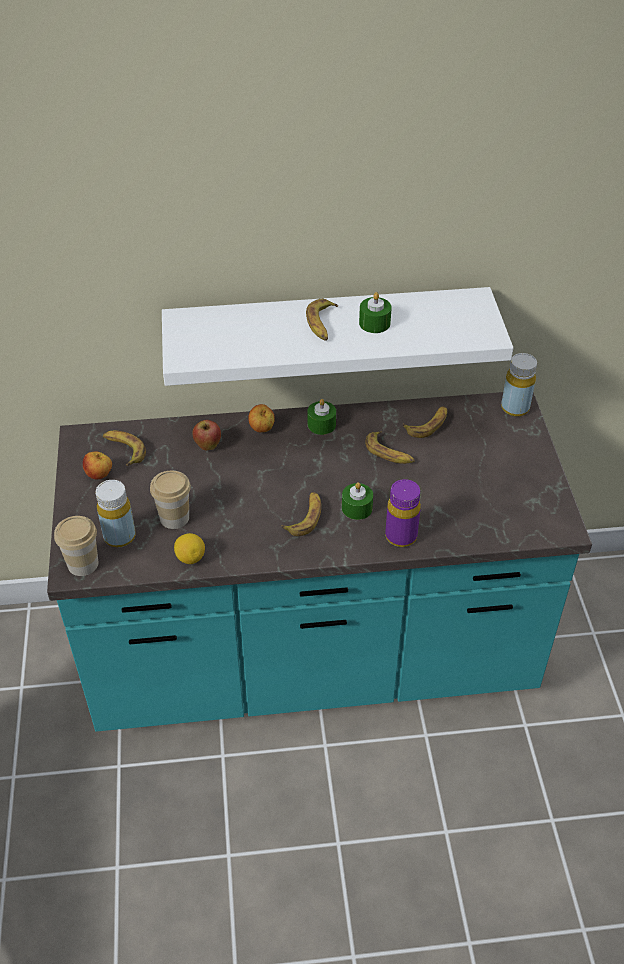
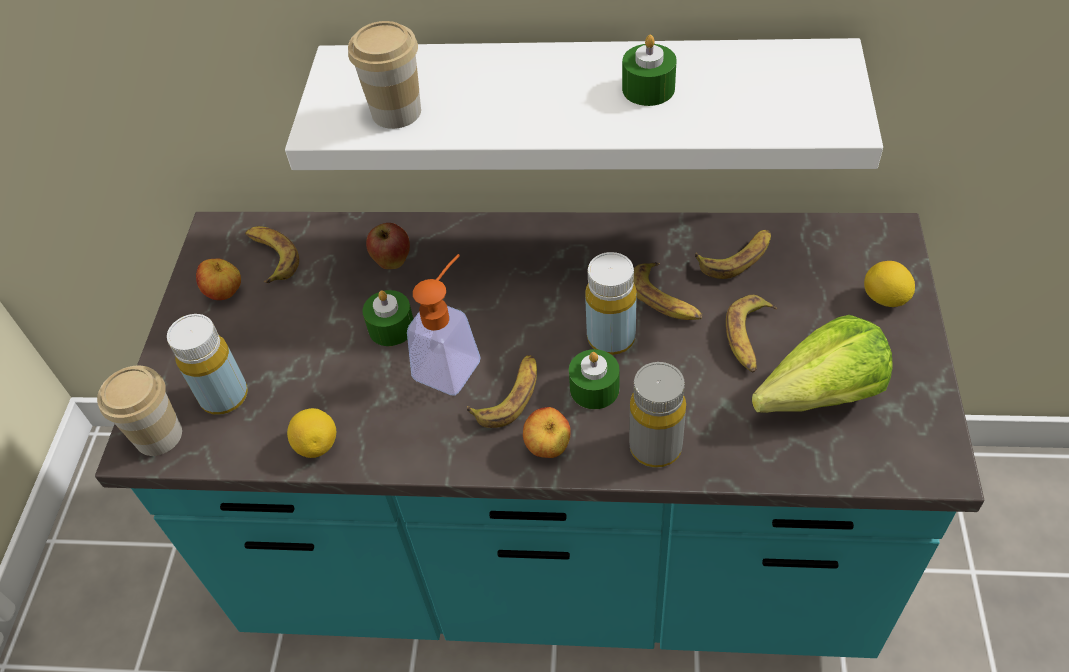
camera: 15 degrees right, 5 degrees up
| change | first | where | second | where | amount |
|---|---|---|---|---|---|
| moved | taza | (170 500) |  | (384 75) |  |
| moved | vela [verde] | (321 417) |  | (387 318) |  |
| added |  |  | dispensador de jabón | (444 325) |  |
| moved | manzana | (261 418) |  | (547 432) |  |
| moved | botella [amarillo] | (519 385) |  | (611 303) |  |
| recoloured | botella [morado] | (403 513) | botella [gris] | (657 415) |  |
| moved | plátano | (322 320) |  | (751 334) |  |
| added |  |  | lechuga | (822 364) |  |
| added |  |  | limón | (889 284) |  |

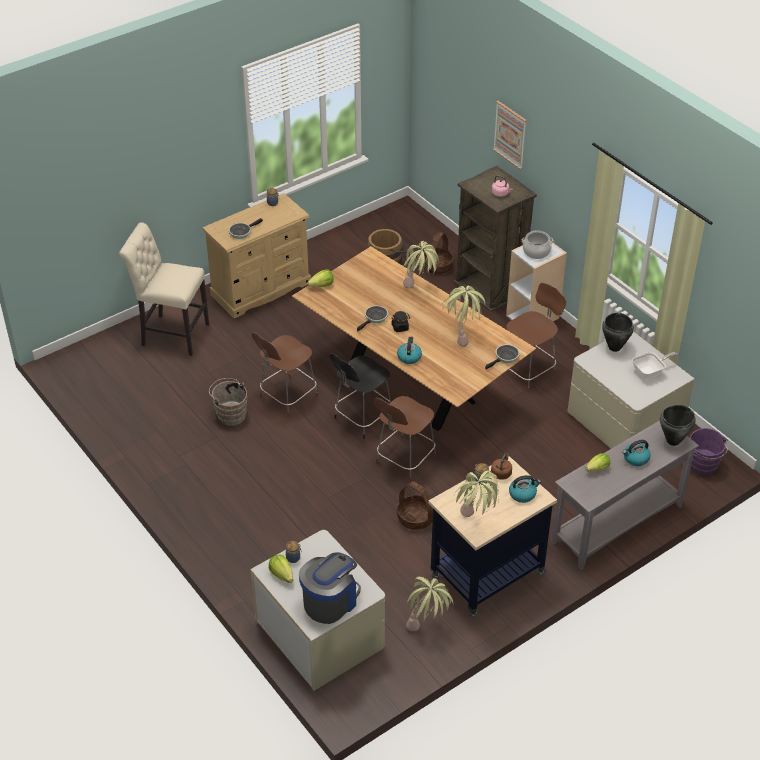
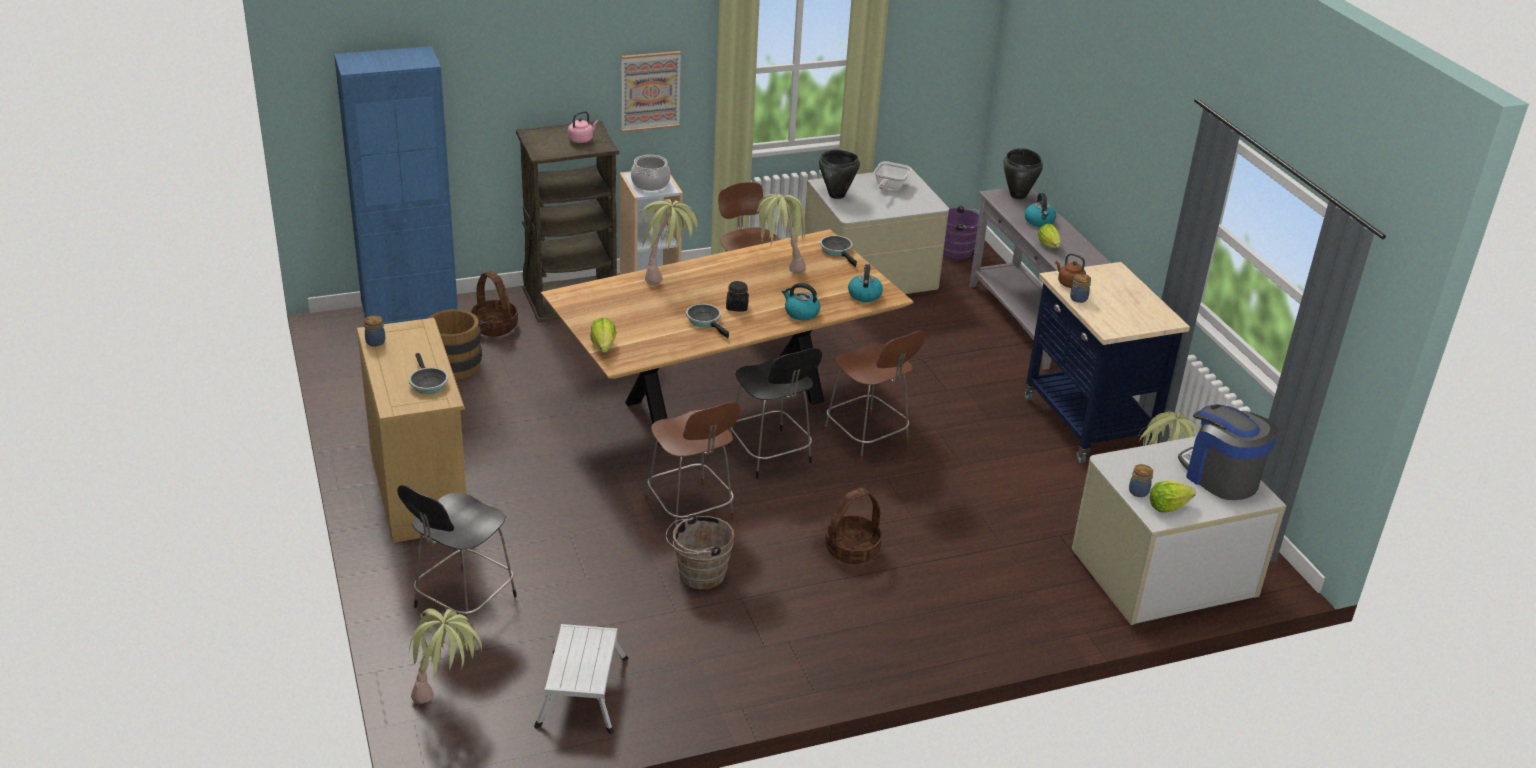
camera: 75 degrees left, 10 degrees down
| change | first | where | second | where | amount |
|---|---|---|---|---|---|
| added |  |  | armario [azul] | (396 185) |  |
| replaced | taburete [beis] | (164 289) | silla [negro] | (457 553) |  |
| moved | planta en maceta | (476 494) |  | (445 656) |  |
| added |  |  | escalera de tijera [blanco] | (581 679) |  |
| moved | cuadro | (510 135) |  | (651 91) |  |
| moved | cesta | (415 505) |  | (853 526) |  |
| moved | hervidor | (525 489) |  | (865 283) |  |
| turned | sartén | (654 365) |  | (893 175) | 150 degrees counterclockwise |

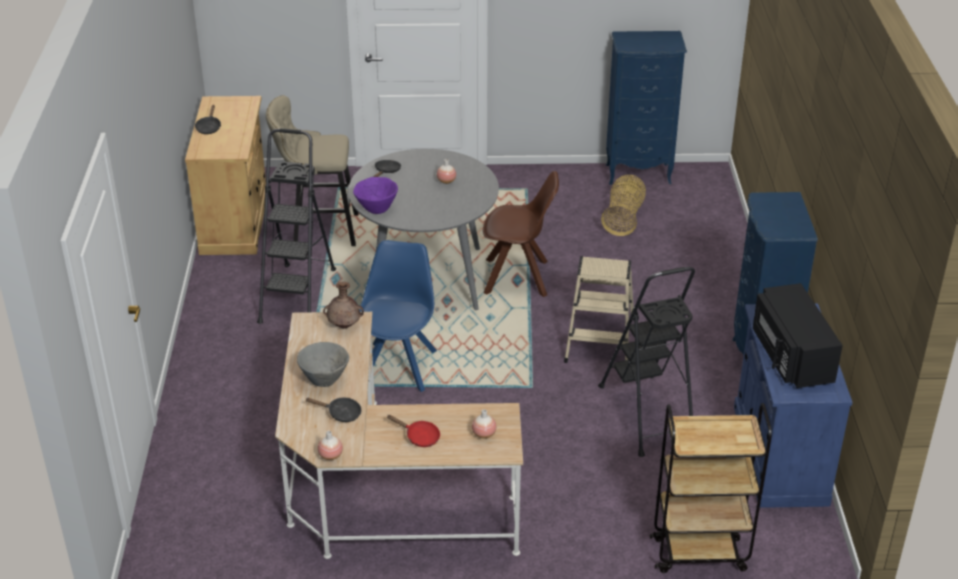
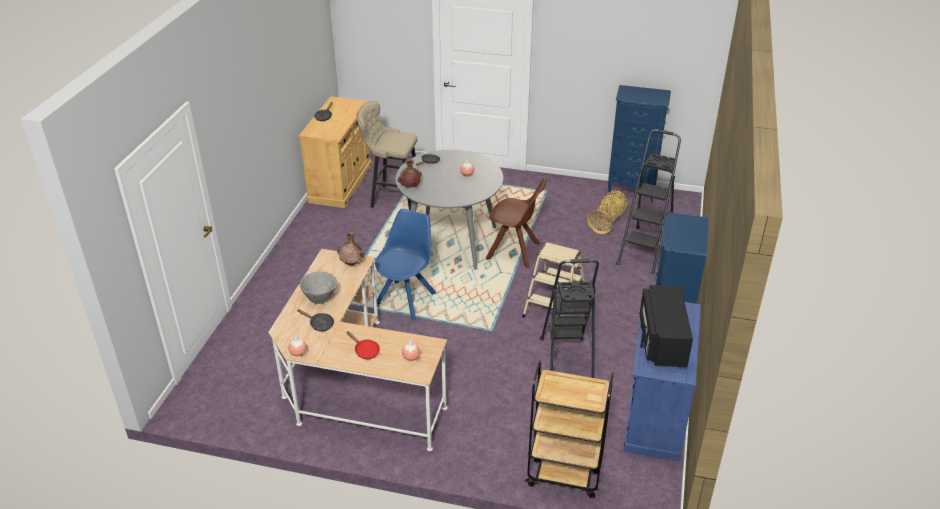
camera: 15 degrees right, 0 degrees up
| change | first | where | second | where | amount |
|---|---|---|---|---|---|
| replaced | cuenco [morado] | (375 195) | florero [marrón] | (410 173) |  |
| moved | escalera de tijera | (296 226) |  | (648 201) |  |

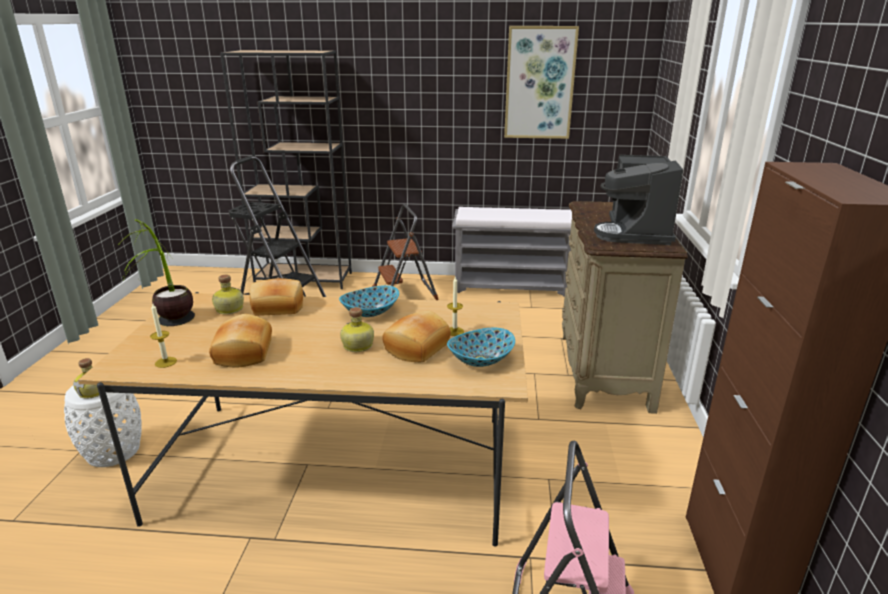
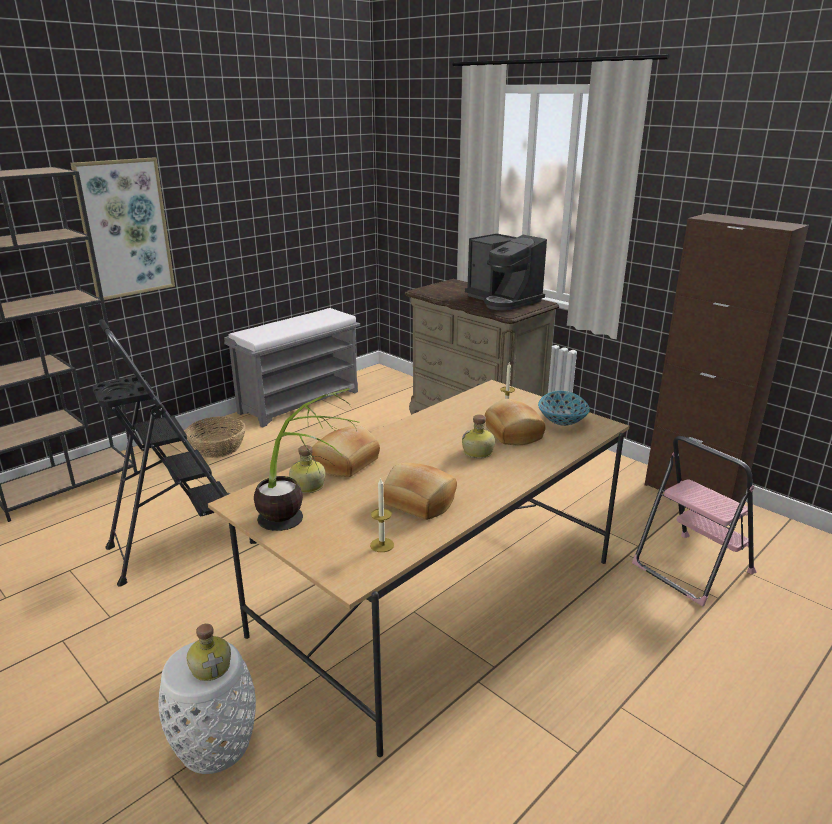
camera: 50 degrees left, 0 degrees up
| change | first | where | second | where | amount |
|---|---|---|---|---|---|
| moved | cuadro | (541 82) |  | (122 228) |  |
| replaced | escalera de tijera [marrón] | (405 252) | cesta | (215 437) |  |
| removed | cuenco | (369 301) |  |  |  |

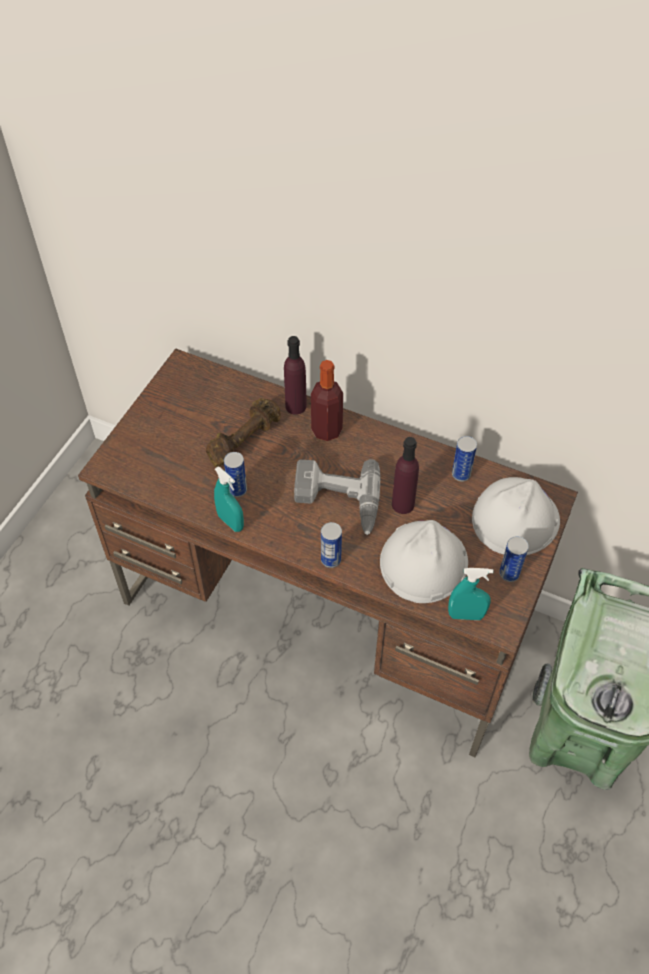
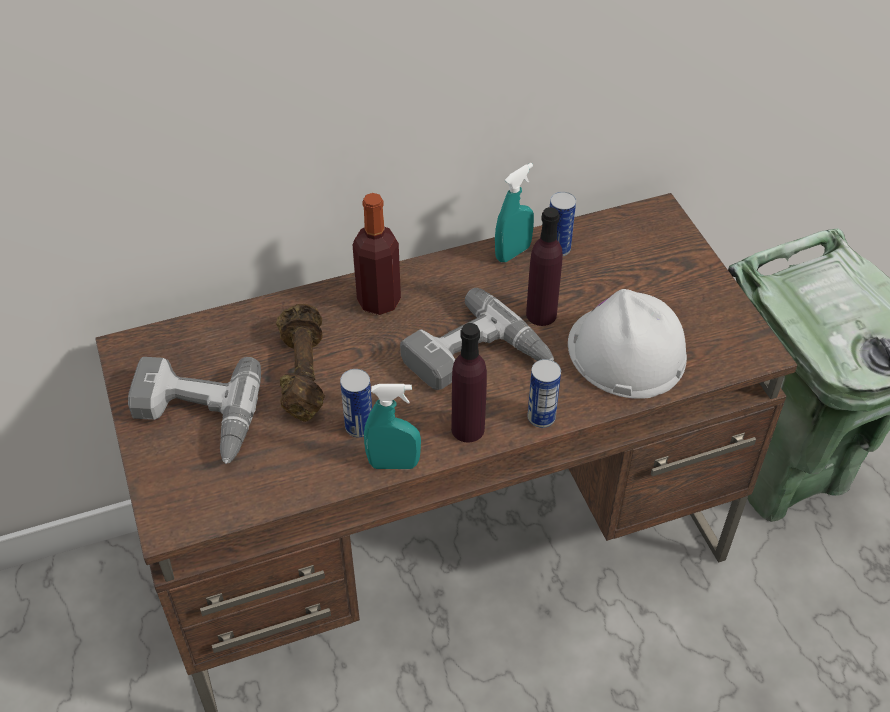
camera: 45 degrees left, 5 degrees down
| change | first | where | second | where | amount |
|---|---|---|---|---|---|
| added |  |  | taladro | (194 410) |  |
| moved | botella [morado] | (295 375) |  | (469 383) |  |
| moved | pulverizador [turquesa] | (471 594) |  | (514 212) |  |
| removed | casco [blanco] | (516 516) |  |  |  |
| removed | lata | (514 559) |  |  |  |

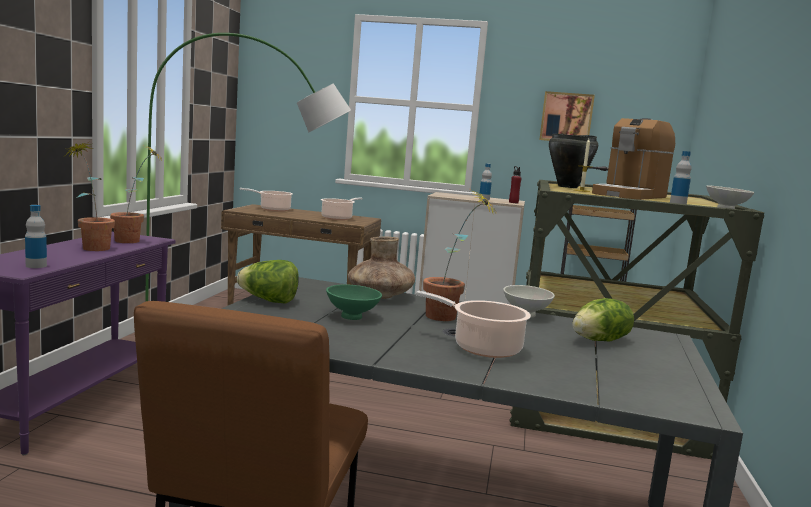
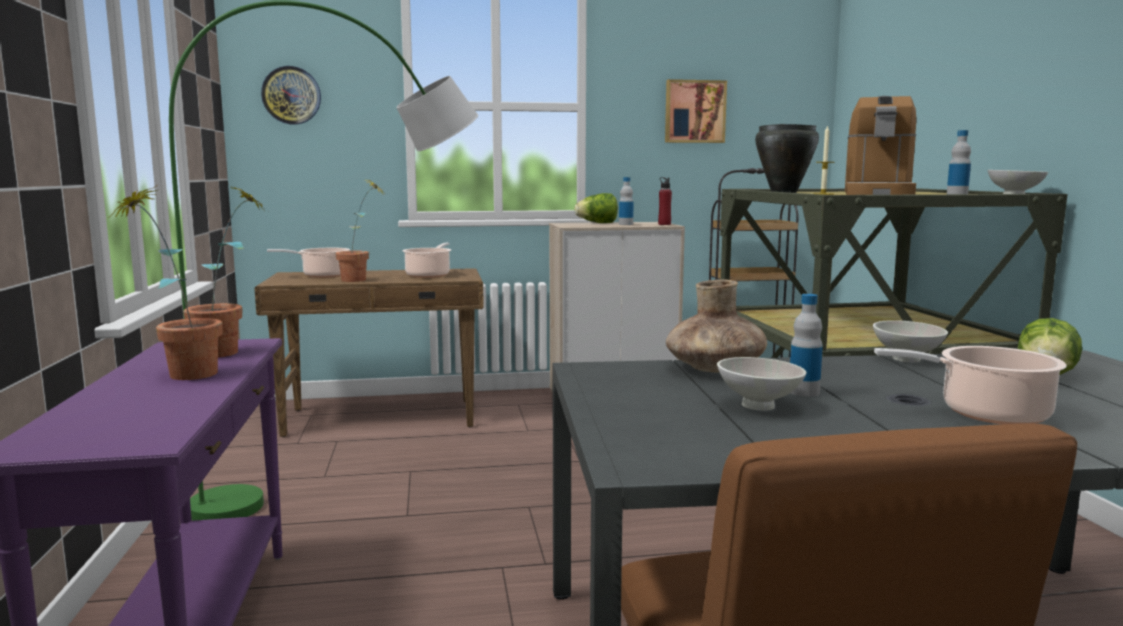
camera: 20 degrees left, 0 degrees up
| change | first | where | second | where | amount |
|---|---|---|---|---|---|
| added |  |  | reloj de pared | (291 95) |  |
| moved | planta en maceta | (459 256) |  | (359 231) |  |
| moved | lechuga | (268 282) |  | (596 208) |  |
| recoloured | cuenco [verde] | (354 302) | cuenco [blanco] | (761 384) |  |
| moved | botella | (36 236) |  | (806 345) |  |

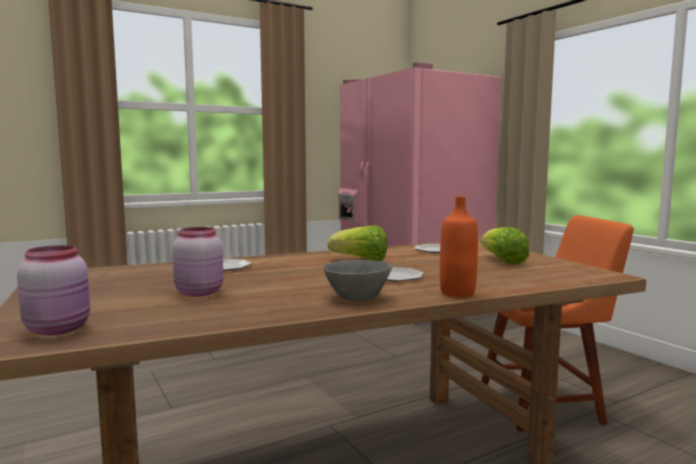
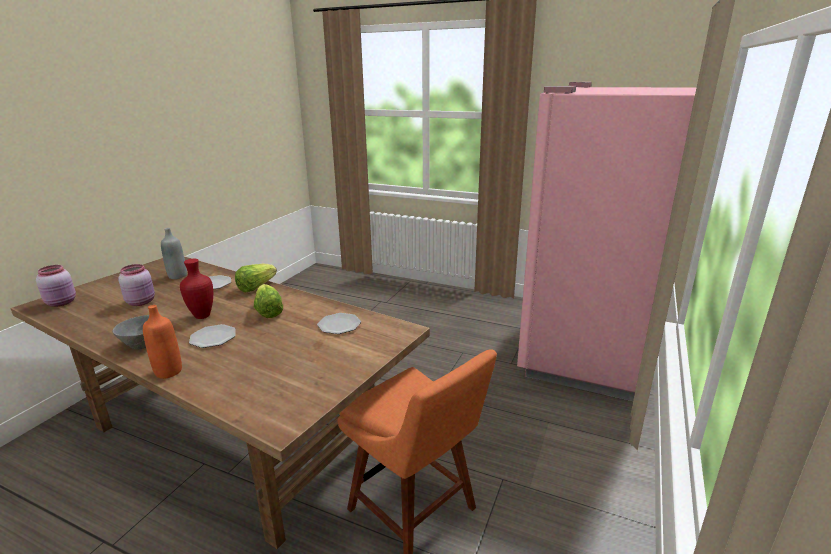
camera: 55 degrees right, 15 degrees up
| change | first | where | second | where | amount |
|---|---|---|---|---|---|
| added |  |  | botella [gris] | (174 253) |  |
| added |  |  | florero [rojo] | (196 289) |  |
| moved | lechuga | (504 245) |  | (256 278) |  |

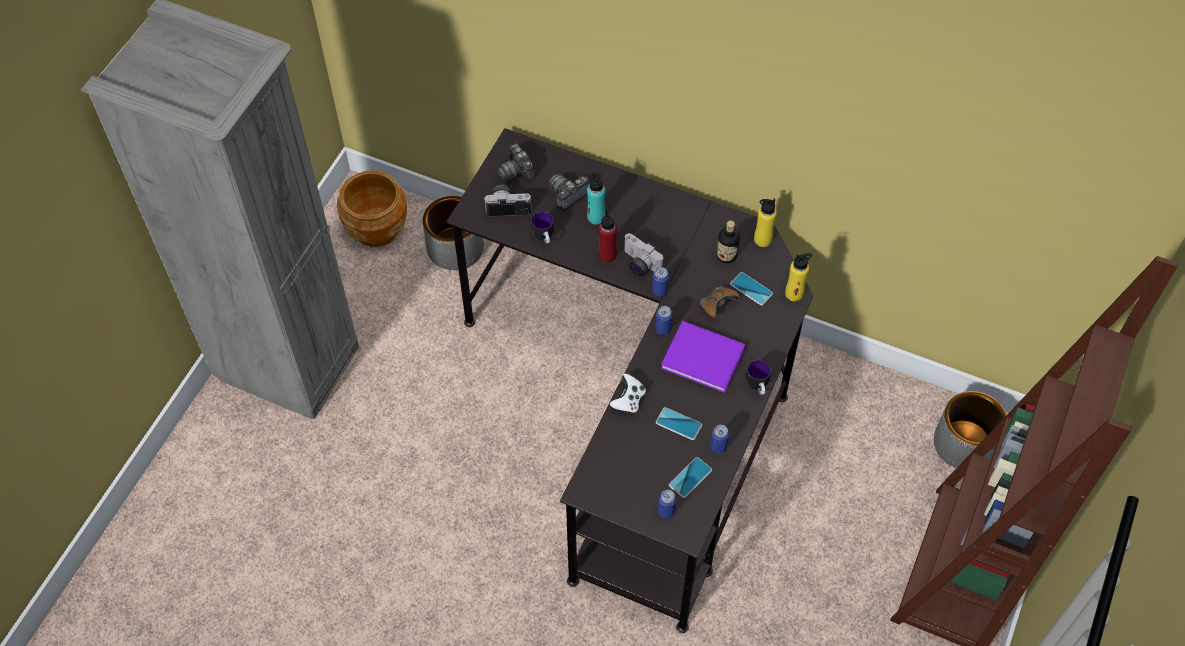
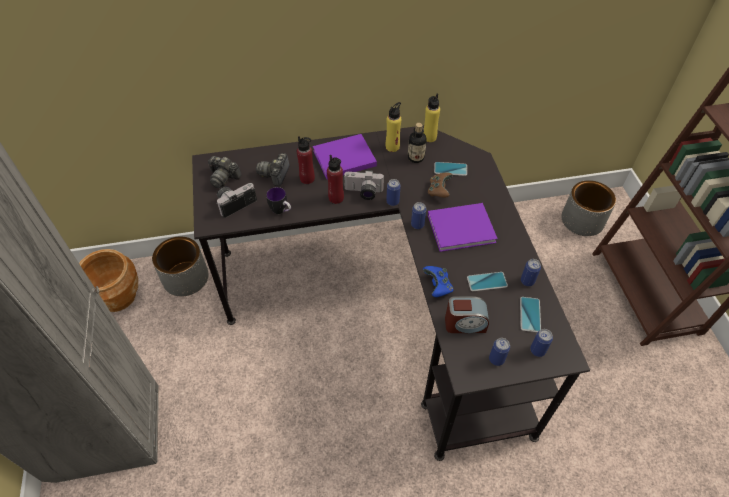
camera: 35 degrees left, 5 degrees down
| change | first | where | second | where | amount |
|---|---|---|---|---|---|
| recoloured | botella [turquesa] | (596 199) | botella [rojo] | (306 160) |  |
| added |  |  | libro [morado] | (345 157) |  |
| moved | botella [amarillo] | (798 277) |  | (393 127) |  |
| recoloured | mando de consola [blanco] | (628 393) | mando de consola [azul] | (438 281) |  |
| added |  |  | despertador | (467 314) |  |
| added |  |  | lata | (499 352) |  |
| removed | taza grande | (758 377) |  |  |  |

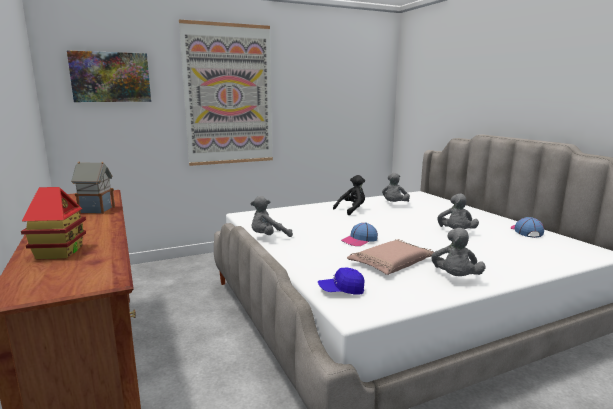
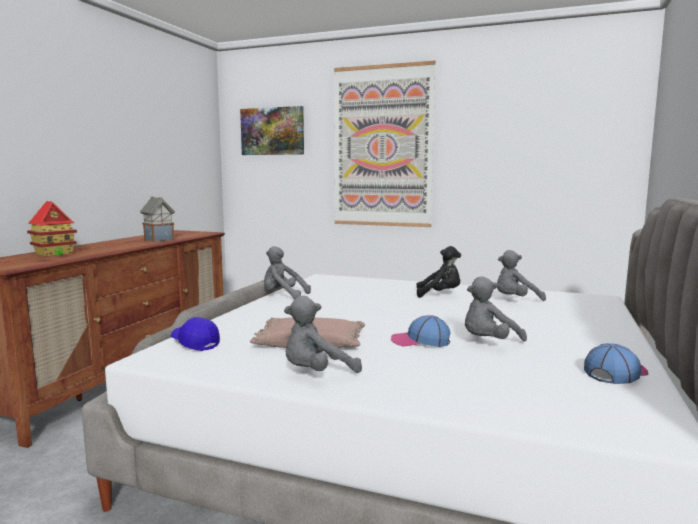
camera: 45 degrees right, 5 degrees down
| change | first | where | second | where | amount |
|---|---|---|---|---|---|
| moved | gorra | (359 234) |  | (421 331) |  |

